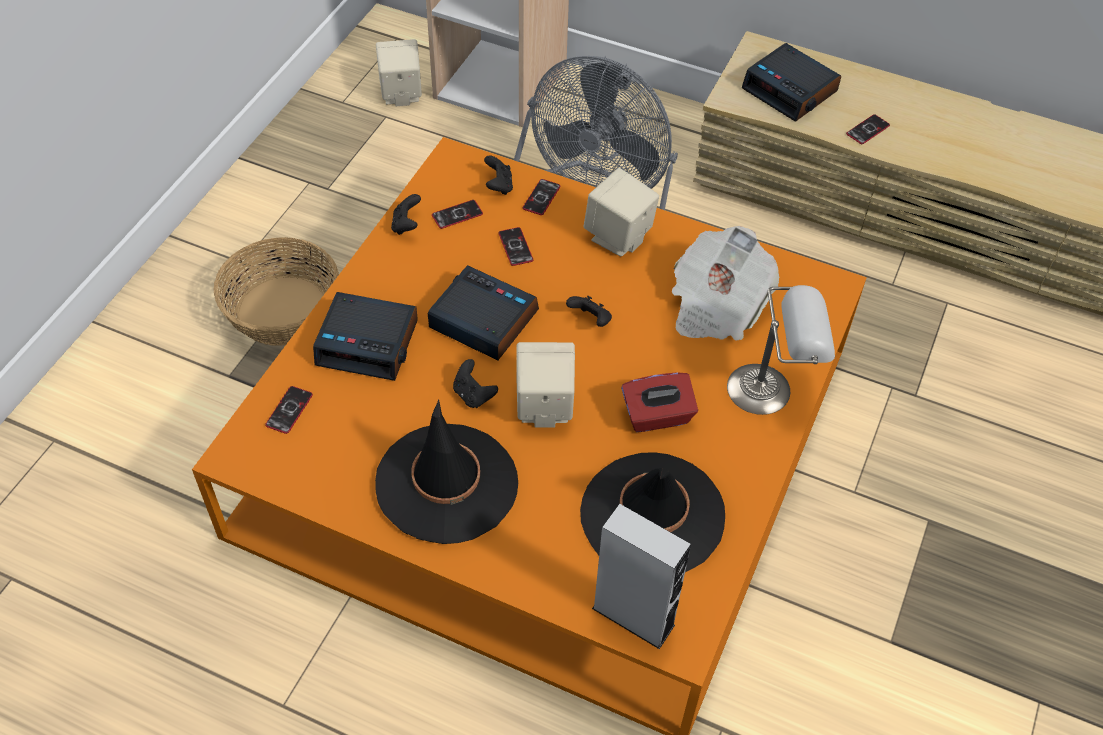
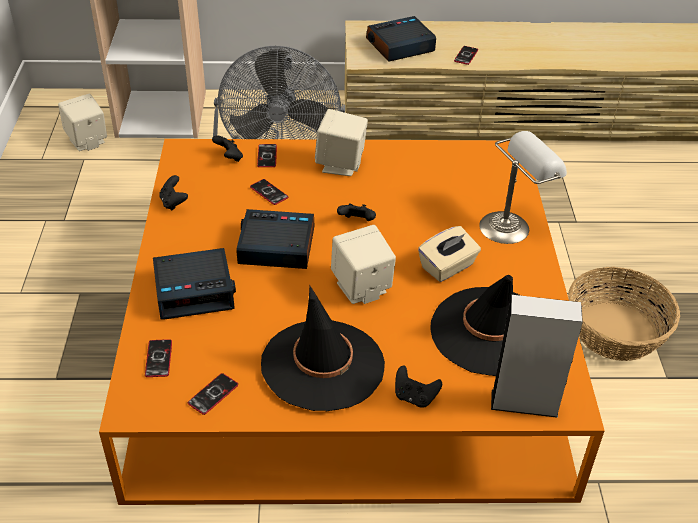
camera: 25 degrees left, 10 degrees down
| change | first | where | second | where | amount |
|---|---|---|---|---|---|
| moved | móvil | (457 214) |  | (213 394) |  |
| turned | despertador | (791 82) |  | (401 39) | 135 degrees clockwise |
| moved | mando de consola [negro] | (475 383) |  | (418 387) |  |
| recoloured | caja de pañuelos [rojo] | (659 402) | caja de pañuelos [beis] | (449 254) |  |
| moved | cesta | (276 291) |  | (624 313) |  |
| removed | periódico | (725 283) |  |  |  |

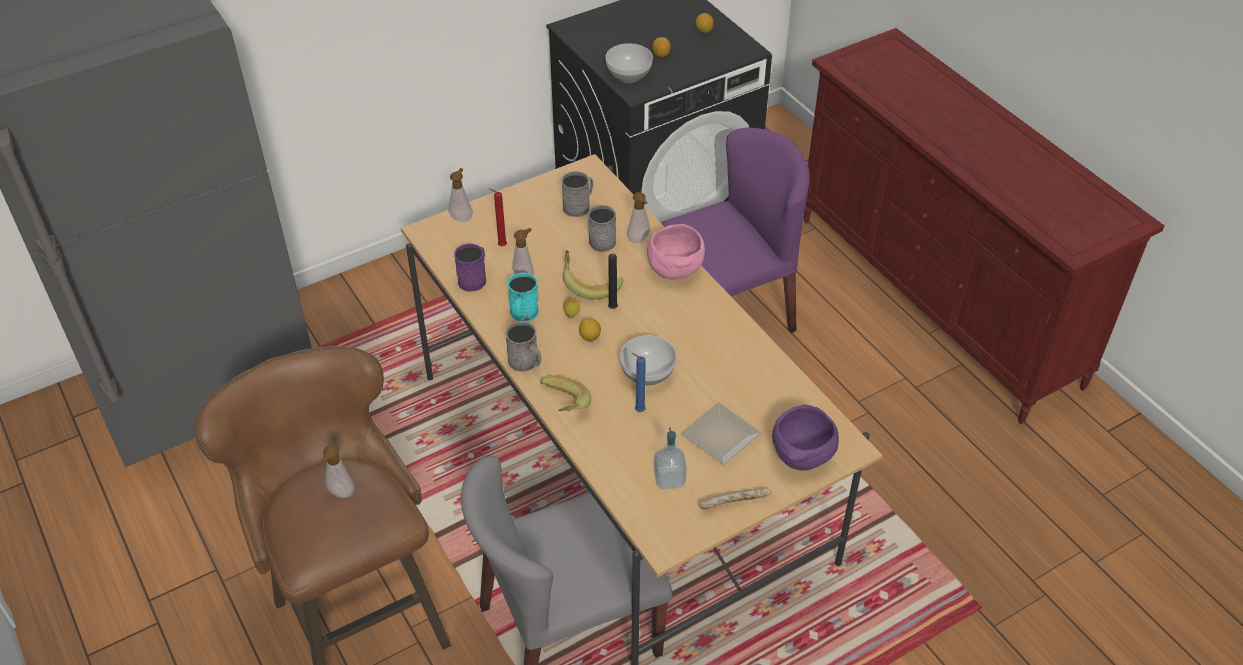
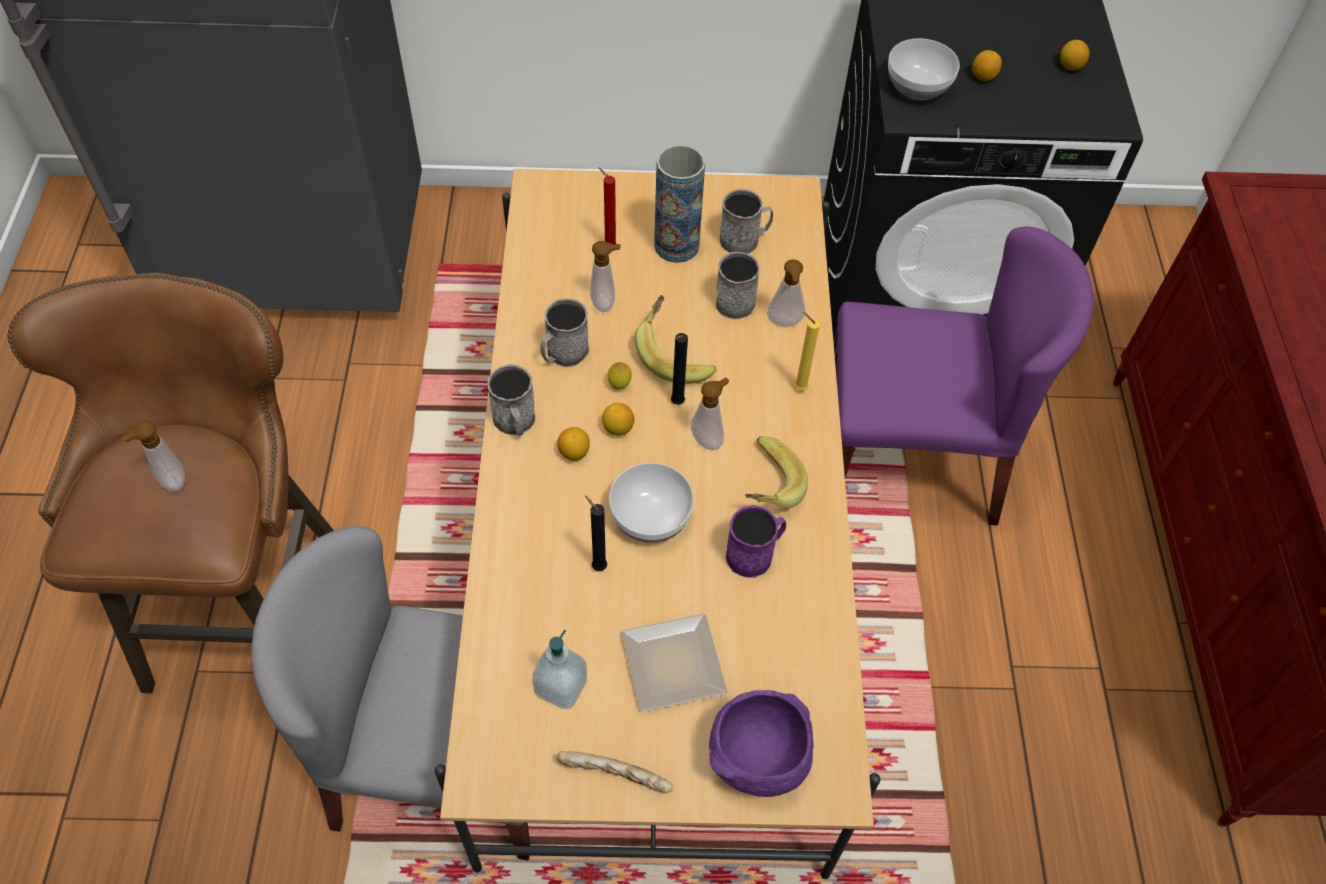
camera: 30 degrees right, 10 degrees up
| change | first | where | second | where | amount |
|---|---|---|---|---|---|
| recoloured | taza grande [turquesa] | (523 297) | taza grande [gris] | (564 333) |  |
| added |  |  | limón | (573 444) |  |
| recoloured | vela [azul] | (639 382) | vela [negro] | (596 533) |  |
| added |  |  | florero | (679 204) |  |
| moved | dispensador de jabón | (460 195) |  | (710 414) |  |
| moved | taza grande [morado] | (470 267) |  | (756 541) |  |
| moved | plátano | (565 393) |  | (776 472) |  |
| replaced | cuenco [rosa] | (676 251) | vela [amarillo] | (807 351) |  |

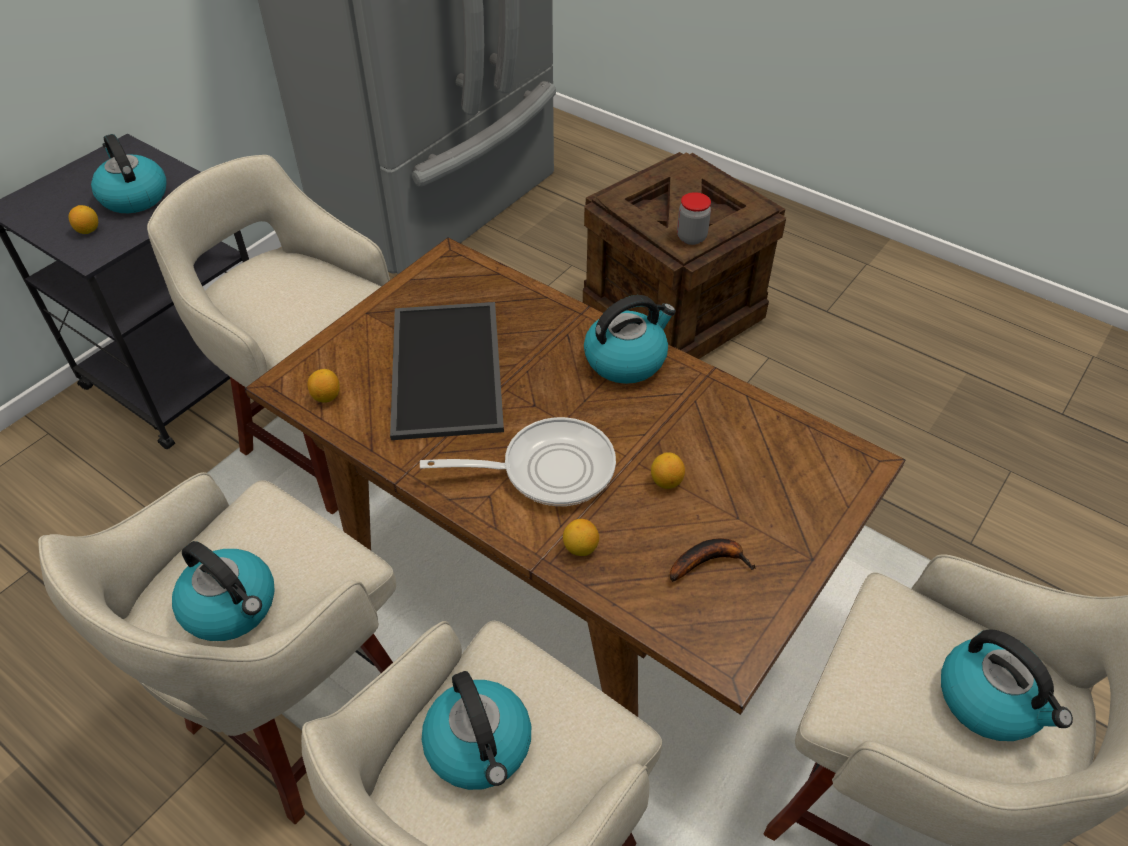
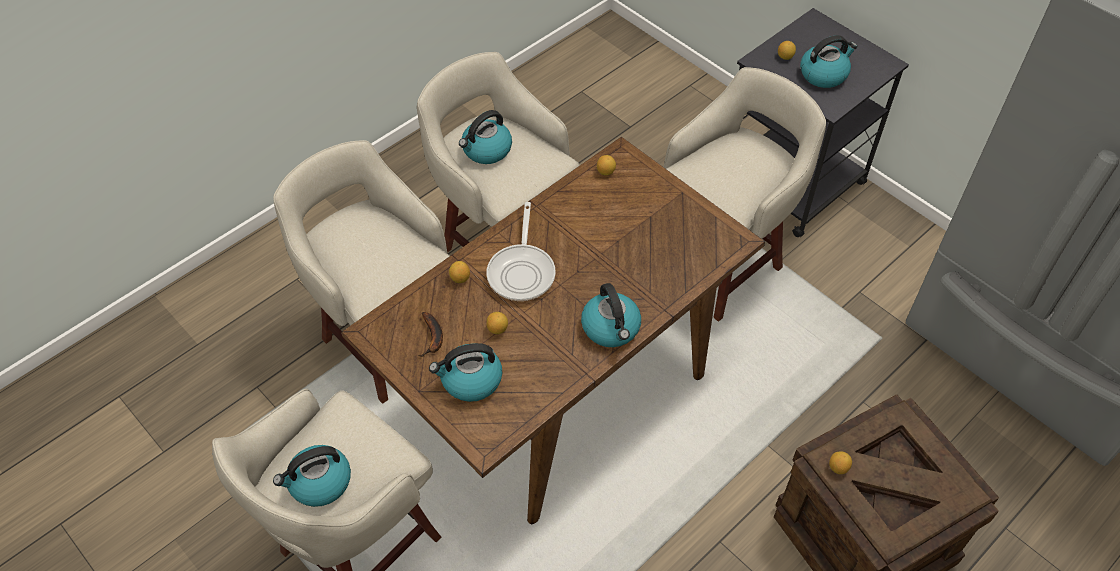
camera: 100 degrees right, 5 degrees up
| change | first | where | second | where | amount |
|---|---|---|---|---|---|
| moved | hervidor | (476 730) |  | (465 372) |  |
| replaced | tarro | (694 218) | limón | (840 462) |  |
| removed | bandeja | (447 371) |  |  |  |

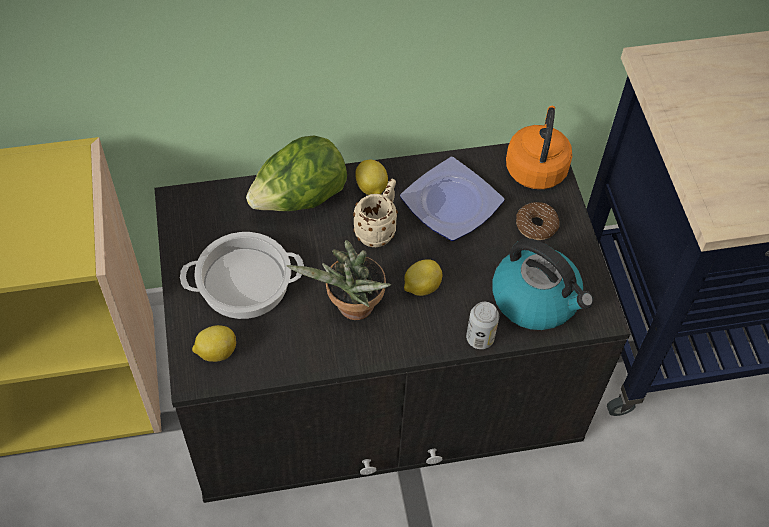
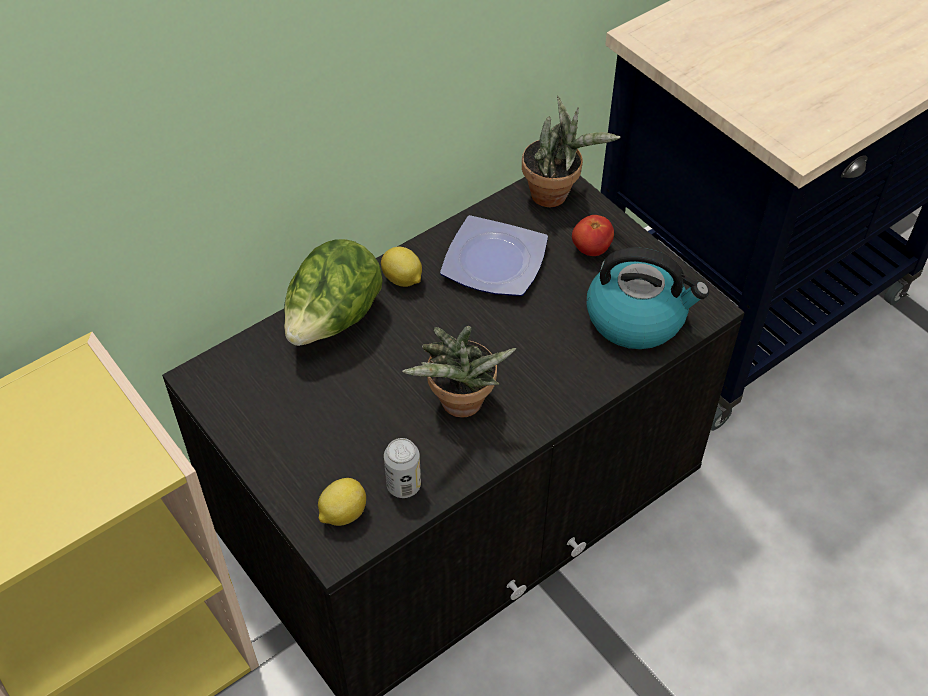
camera: 25 degrees left, 5 degrees down
| change | first | where | second | where | amount |
|---|---|---|---|---|---|
| moved | lata | (482 325) |  | (402 468) |  |
| replaced | hervidor [naranja] | (539 147) | planta en maceta | (571 151) |  |
| replaced | rosquilla | (537 221) | tomate | (593 235) |  |
| removed | olla | (242 275) |  |  |  |
| removed | taza grande [beis] | (375 213) |  |  |  |
| removed | limón | (423 277) |  |  |  |

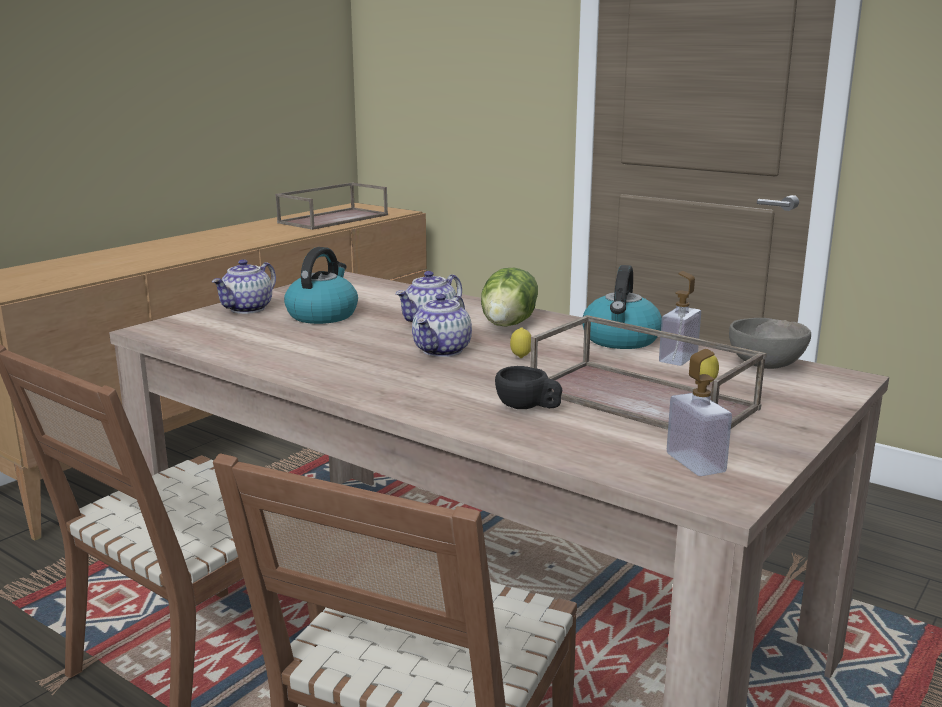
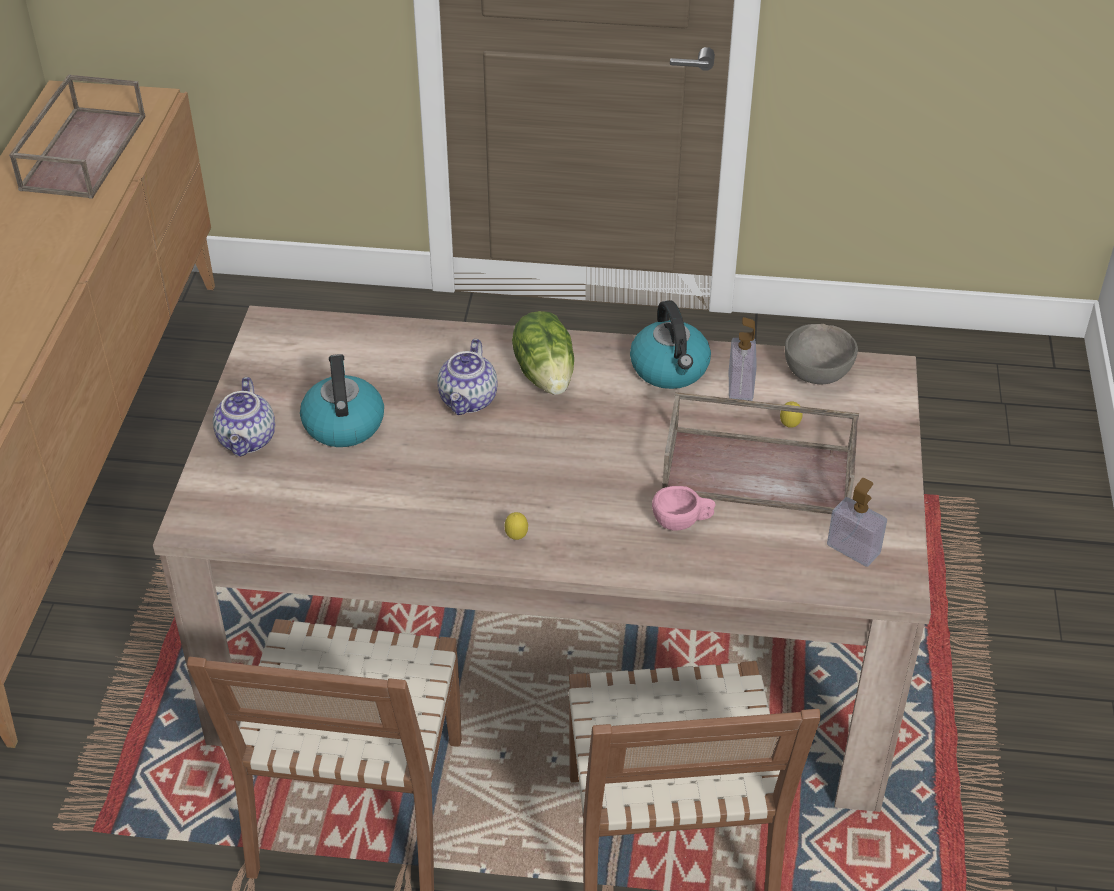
camera: 30 degrees left, 25 degrees up
| change | first | where | second | where | amount |
|---|---|---|---|---|---|
| moved | limón | (520 343) |  | (516 526) |  |
| recoloured | taza [negro] | (528 387) | taza [rosa] | (684 508) |  |
| removed | tetera | (442 325) |  |  |  |

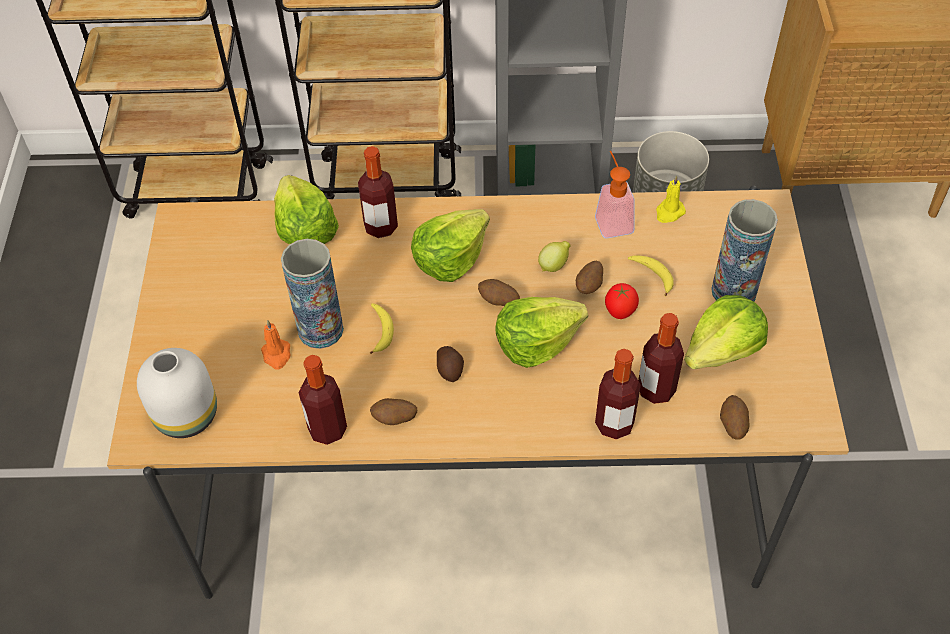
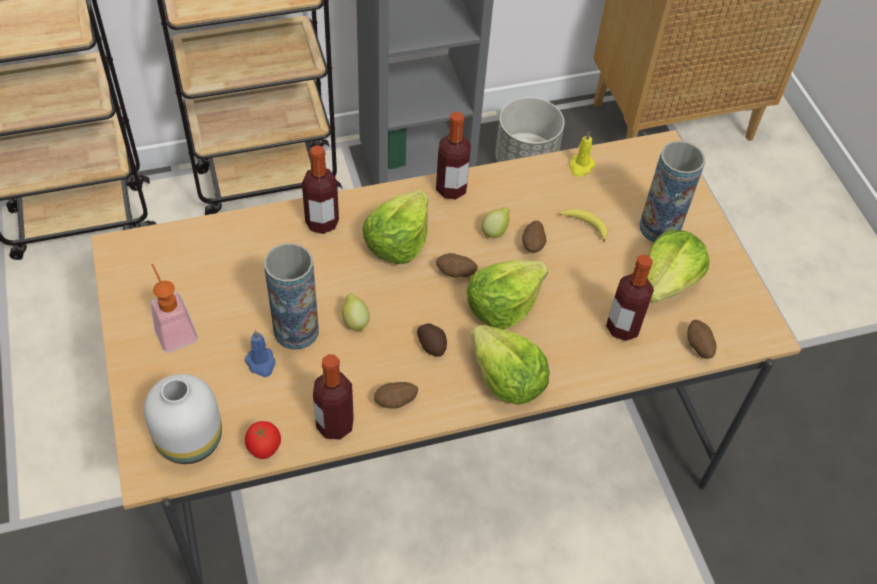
camera: 20 degrees left, 0 degrees up
| change | first | where | second | where | amount |
|---|---|---|---|---|---|
| moved | dispensador de jabón | (615 194) |  | (174 308) |  |
| recoloured | vela [naranja] | (276 345) | vela [azul] | (260 353) |  |
| moved | tomate | (622 301) |  | (263 440) |  |
| replaced | plátano | (382 328) | limón | (356 312) |  |
| moved | botella | (618 394) |  | (453 156) |  |
| moved | lechuga | (306 210) |  | (510 365) |  |

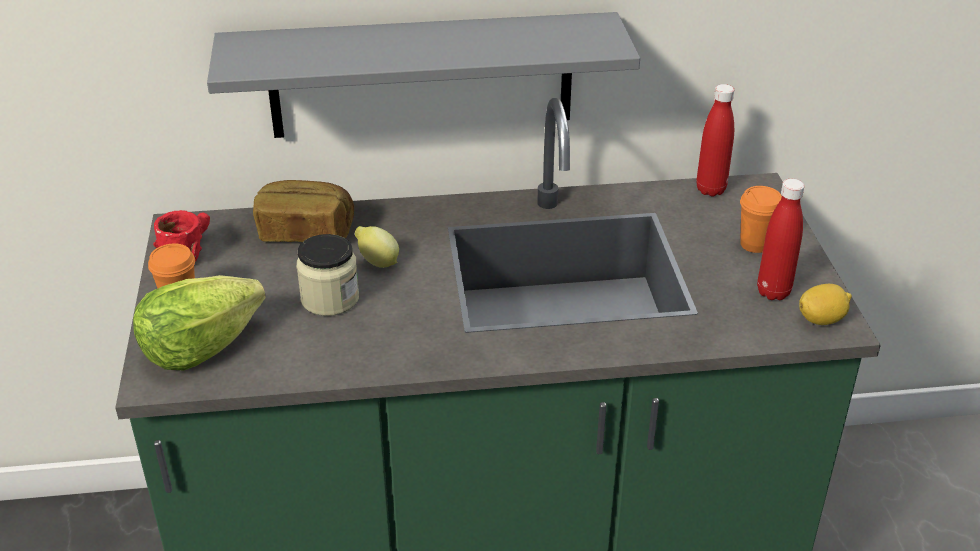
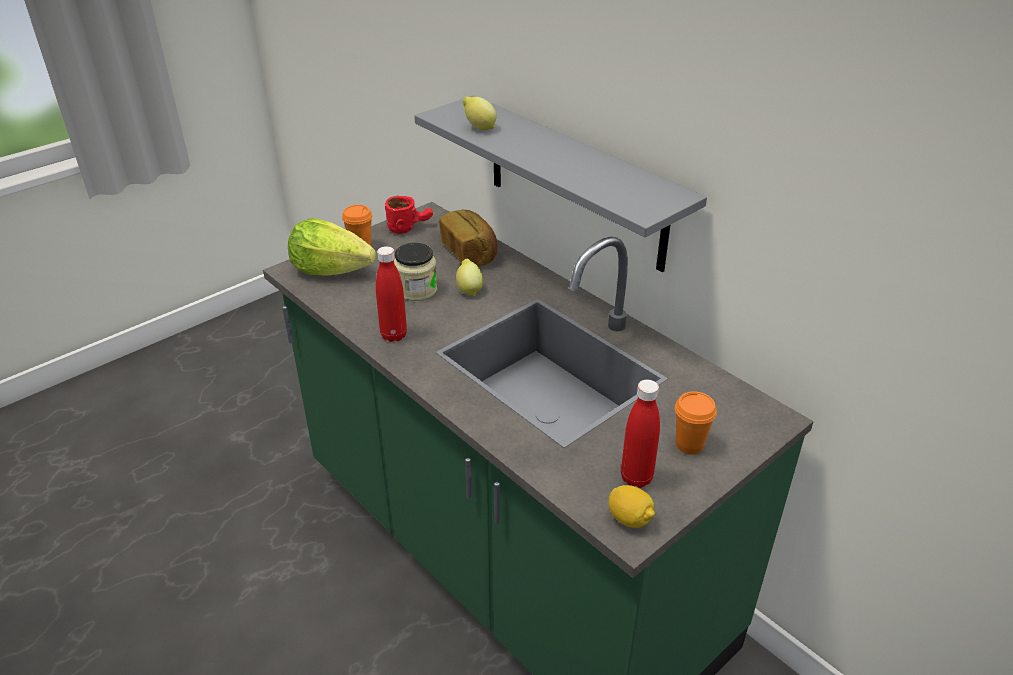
camera: 55 degrees right, 0 degrees up
| change | first | where | second | where | amount |
|---|---|---|---|---|---|
| moved | botella [rojo] | (715 140) |  | (391 294) |  |
| added |  |  | limón | (480 114) |  |

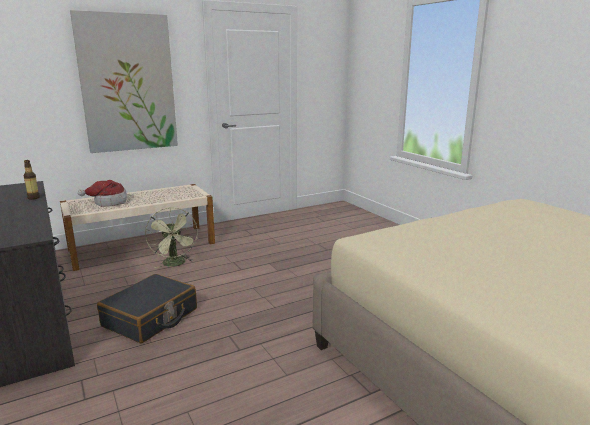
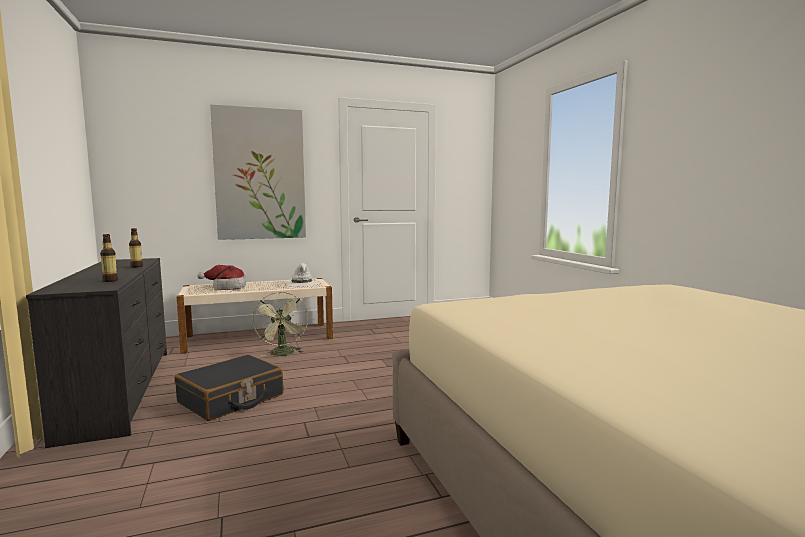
camera: 10 degrees right, 10 degrees down
| change | first | where | second | where | amount |
|---|---|---|---|---|---|
| added |  |  | botella | (109 258) |  |
| added |  |  | sombrero [blanco] | (302 275) |  |

